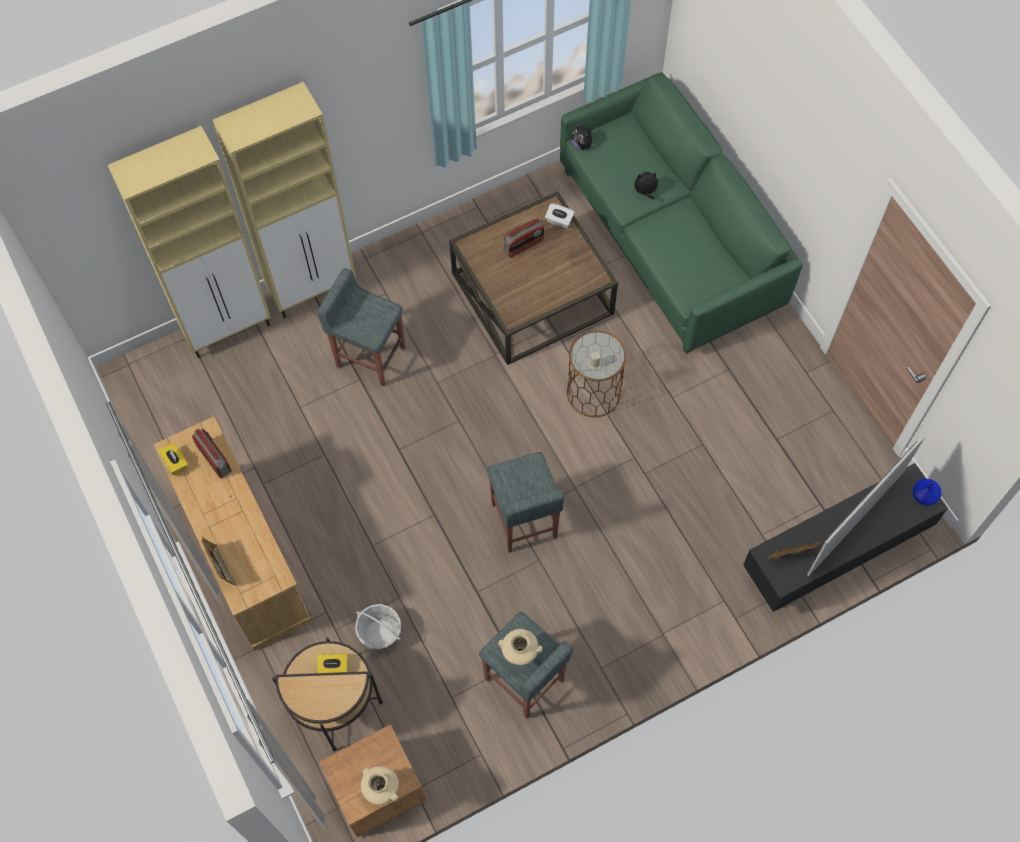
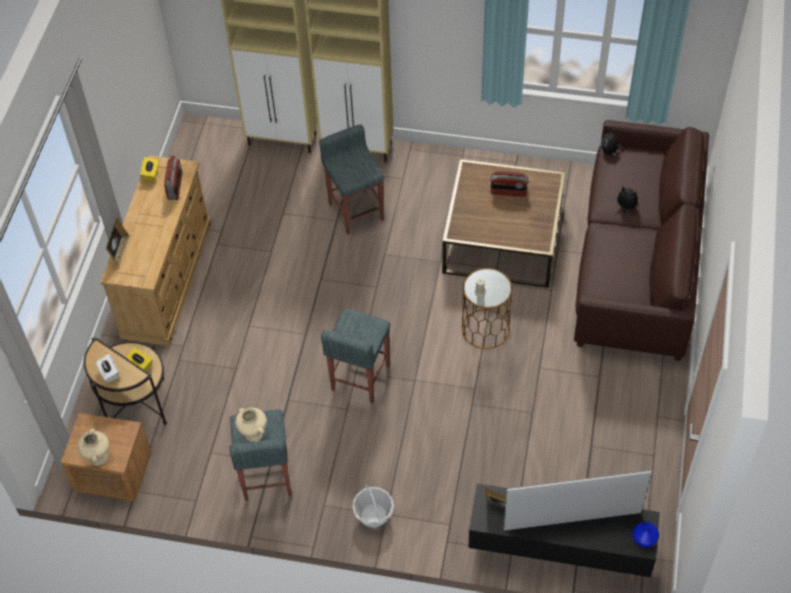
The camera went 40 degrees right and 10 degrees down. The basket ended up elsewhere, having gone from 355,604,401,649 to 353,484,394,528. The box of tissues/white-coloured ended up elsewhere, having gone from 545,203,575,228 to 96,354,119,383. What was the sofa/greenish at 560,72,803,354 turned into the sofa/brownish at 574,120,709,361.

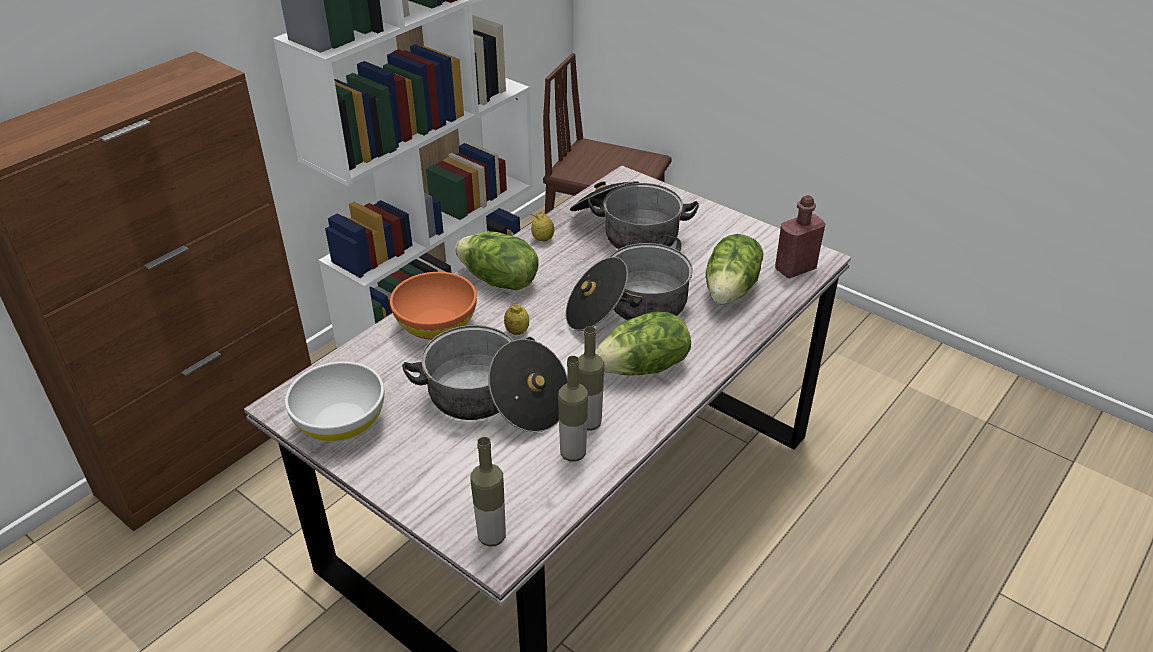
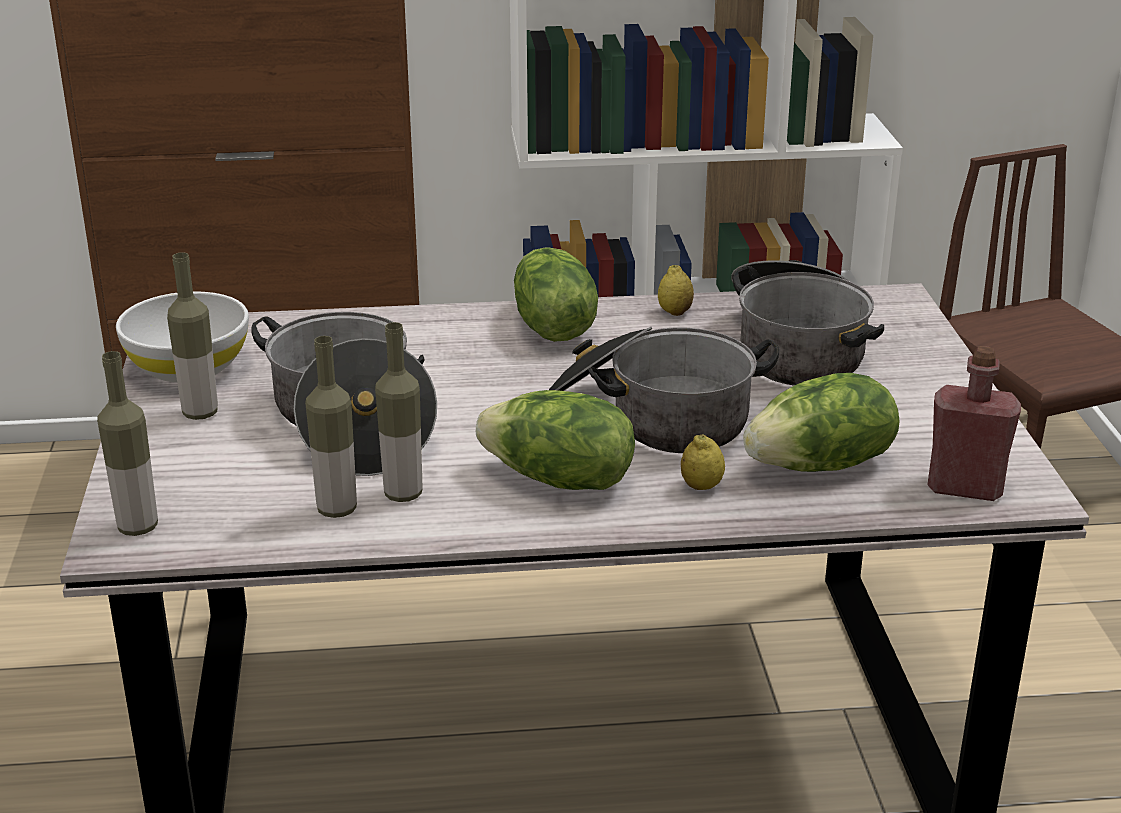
The camera went 45 degrees right and 10 degrees down. The second view lost the deep dish/orange at 390,272,477,340. The second view gained the drink bottle at 167,252,218,420. The citrus fruit ended up elsewhere, having gone from 504,304,529,335 to 681,434,725,490.

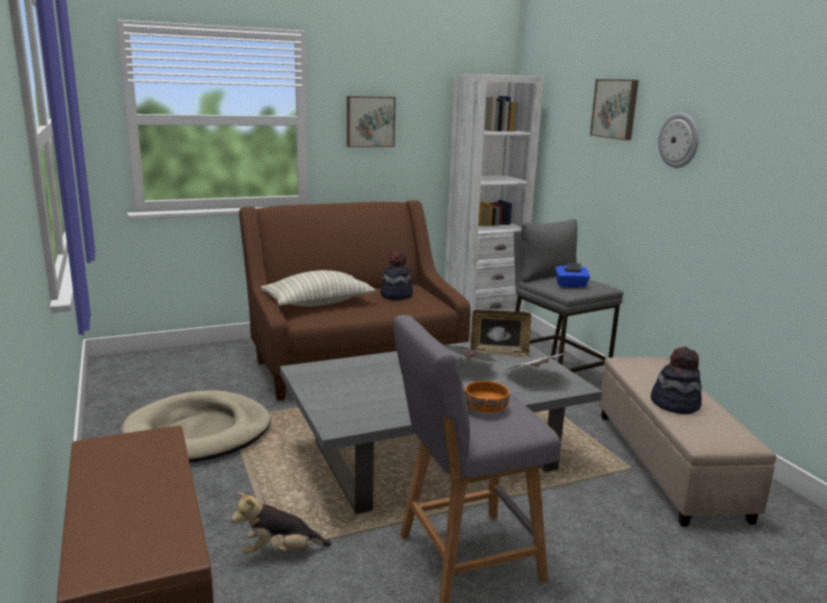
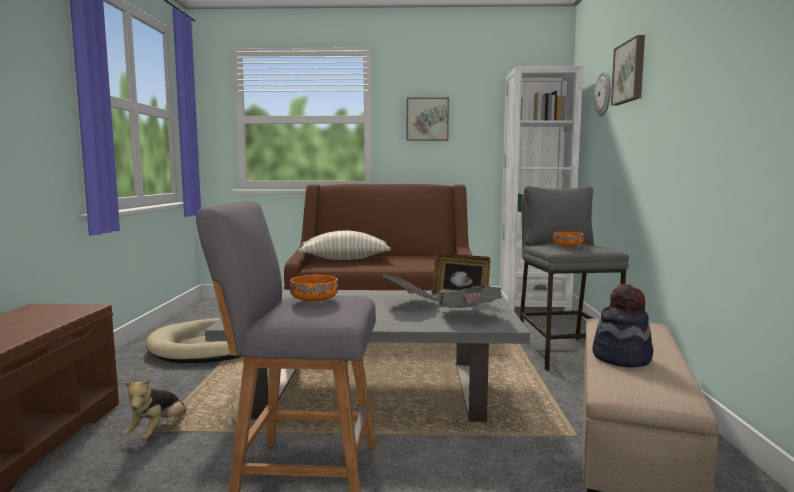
The camera went 25 degrees right and 10 degrees down. The second view lost the clothing hat at 380,251,413,300. The hanging clock ended up elsewhere, having gone from 658,113,699,168 to 594,71,611,116. Where the box of tissues/blue-coloured stood at 555,263,590,288, the deep dish/orange came to stand at 553,232,584,247. The soft toy at 231,492,332,554 ended up facing another way, 90 degrees counterclockwise from before.

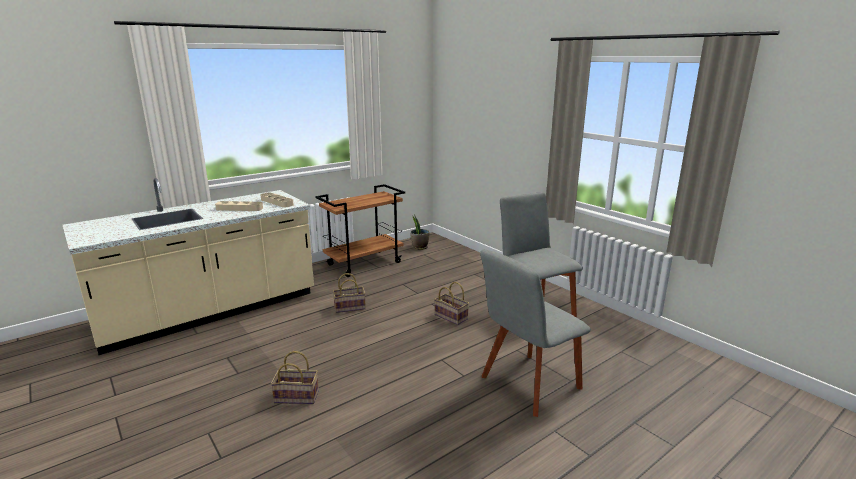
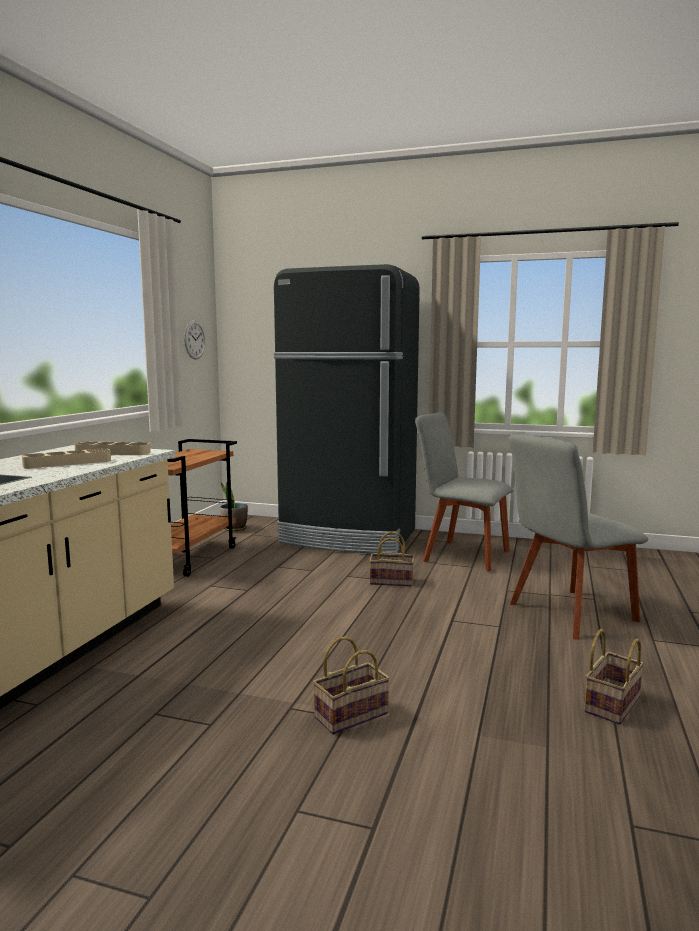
The camera went 35 degrees left and 10 degrees down. The second view gained the hanging clock at 184,320,205,360. The second view gained the kitchen fridge/black at 274,264,420,553. The basket ended up elsewhere, having gone from 333,273,366,313 to 584,629,644,724. The upright chair/grey at 480,249,591,417 ended up facing another way, 45 degrees clockwise from before.

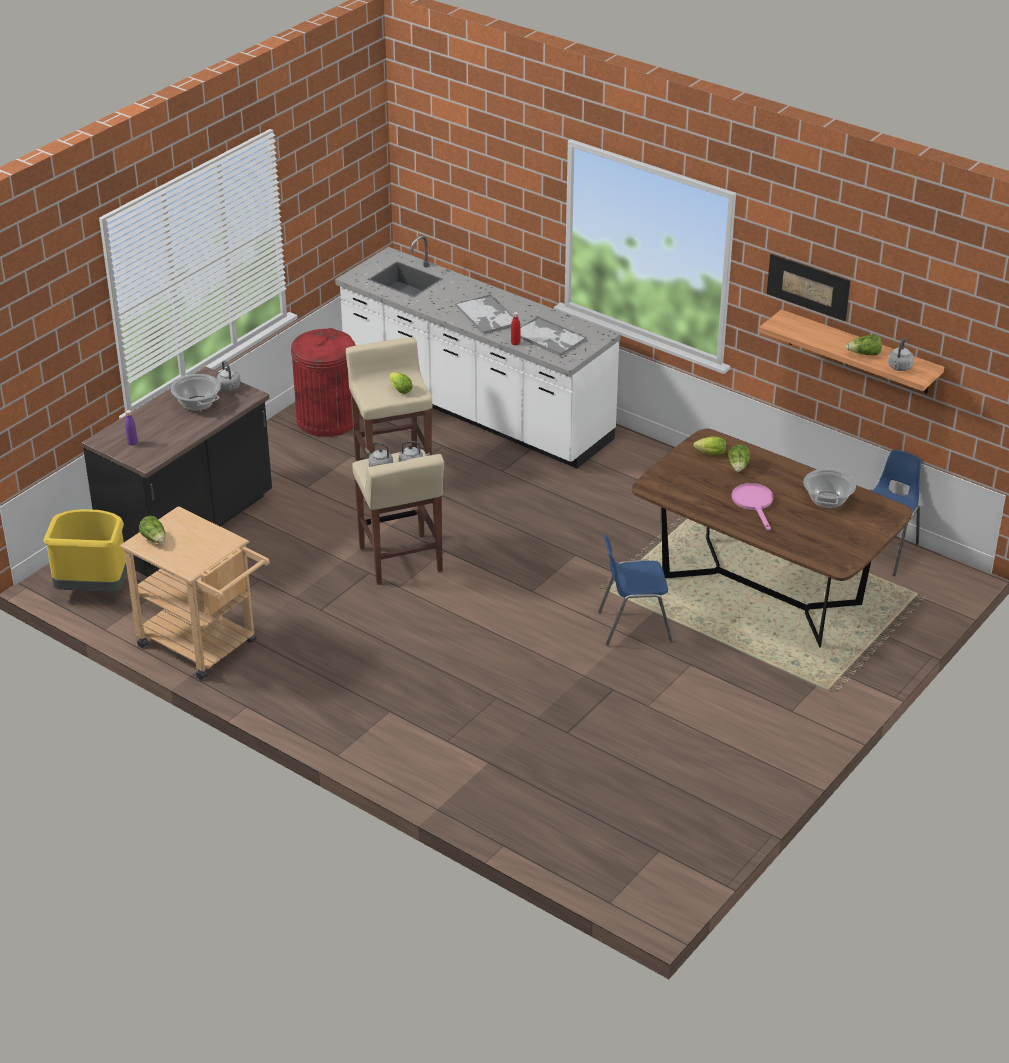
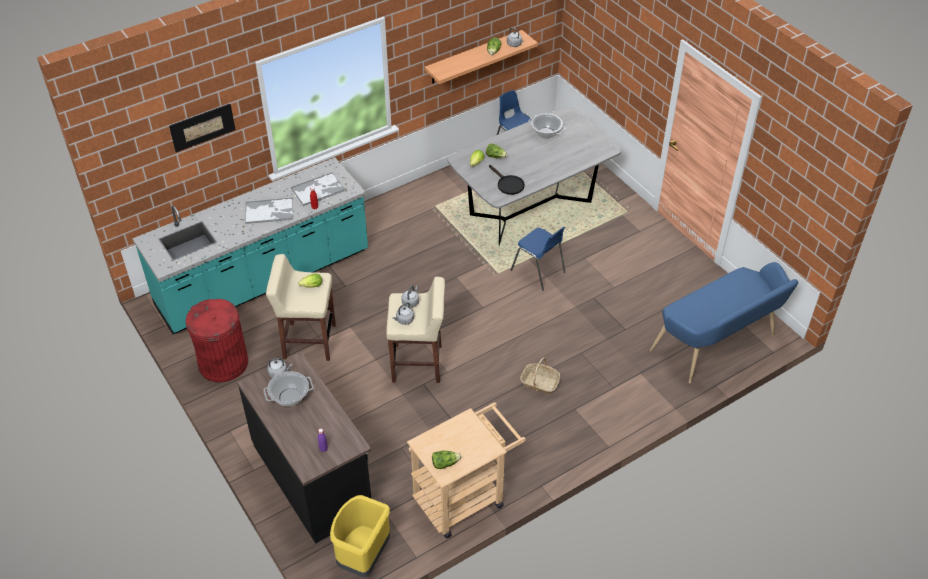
The camera went 70 degrees left and 10 degrees up. The second view lost the skillet/pink-coloured at 732,483,773,530. The second view gained the skillet/black at 489,165,525,195. The second view gained the basket at 520,357,560,395. The second view gained the bench/blue-coloured at 650,262,798,383. The wall art ended up elsewhere, having gone from 767,254,851,321 to 169,104,236,152. What was the kitchen base unit/white-coloured at 335,235,621,469 turned into the kitchen base unit/blue-green at 132,157,368,334. What was the dinner table/brownish at 632,429,912,648 turned into the dinner table/grey at 448,107,621,245. The upright chair/blue-coloured at 598,535,673,646 ended up facing another way, 60 degrees counterclockwise from before.

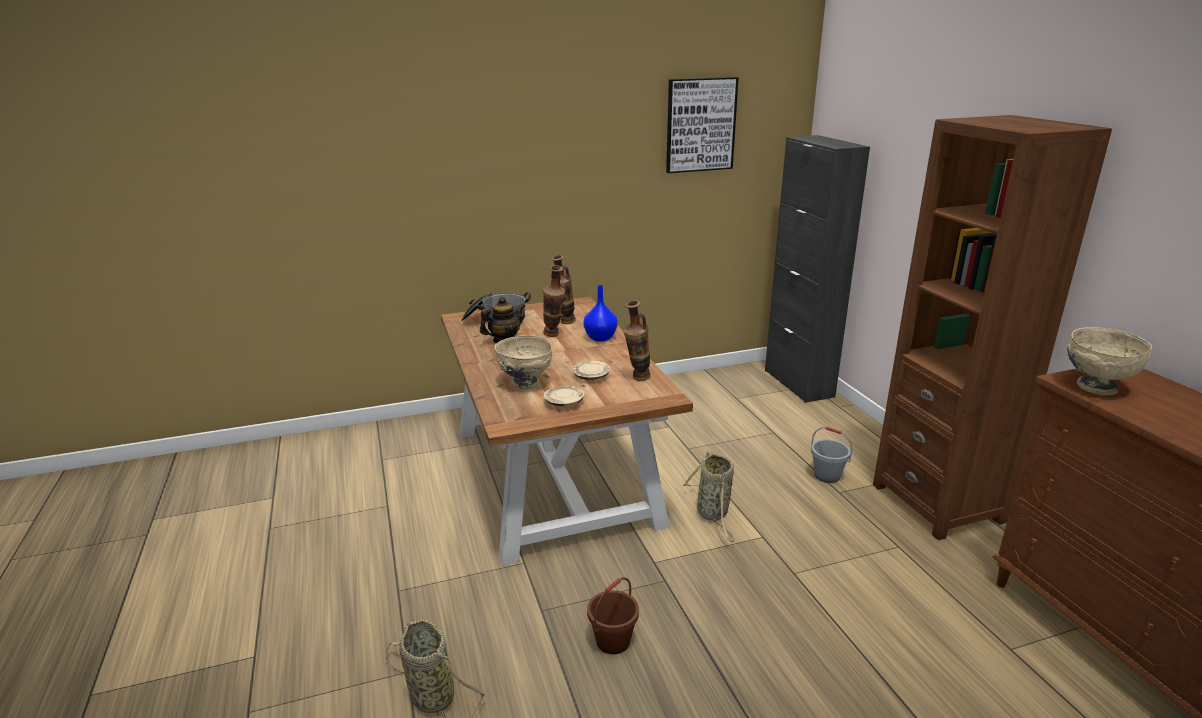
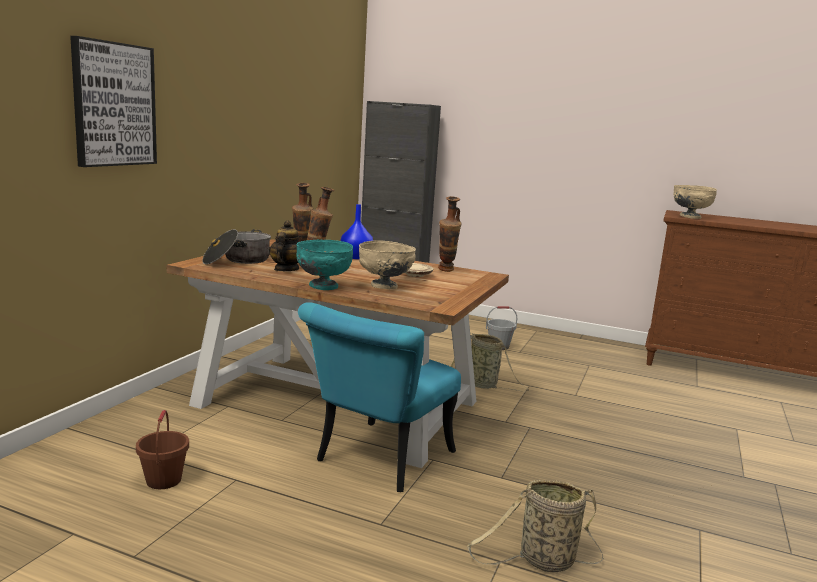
The camera went 50 degrees left and 10 degrees down. The second view lost the dinner plate/sand-coloured at 544,386,584,407. The second view lost the bookshelf/brownish at 873,115,1112,540. The second view gained the deep dish/blue-green at 296,240,353,290. The second view gained the upright chair/blue-green at 298,302,461,492. The water bucket/brownish ended up elsewhere, having gone from 587,577,639,654 to 136,410,189,489. The wall art ended up elsewhere, having gone from 666,77,739,173 to 70,36,157,167.

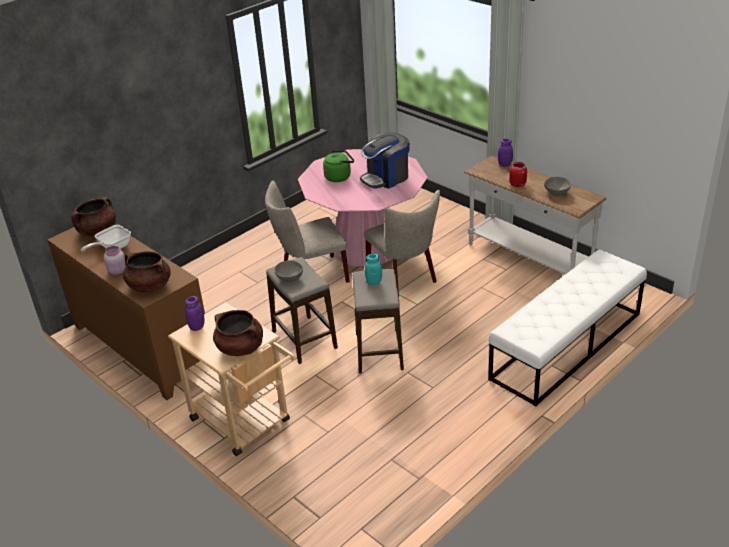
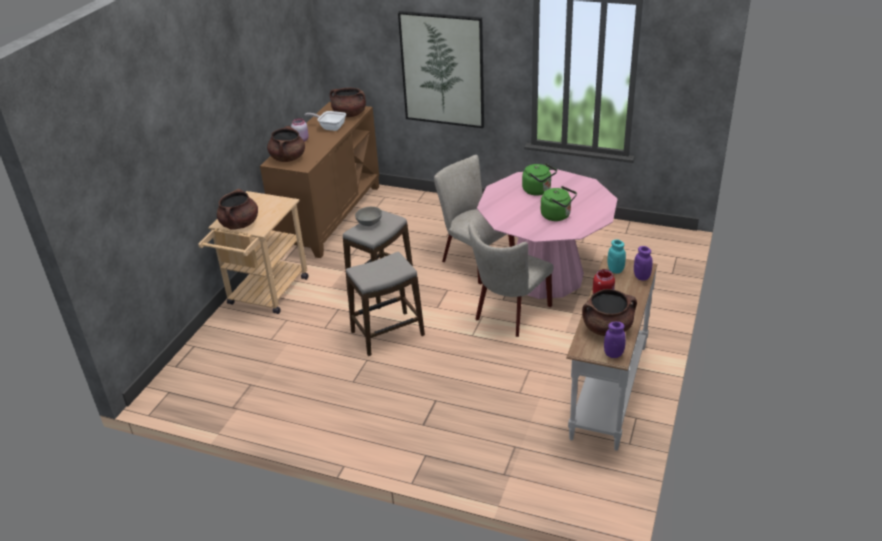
The camera went 65 degrees right and 0 degrees up. The second view lost the bench/white-coloured at 488,249,647,406. The second view gained the wall art at 398,11,484,128. The preserve jar/purple-coloured ended up elsewhere, having gone from 185,296,205,331 to 604,322,626,358. The preserve jar/blue-green ended up elsewhere, having gone from 365,254,382,285 to 607,239,626,274. Where the coffee brewer stood at 360,132,410,189, the kettle/greenish came to stand at 541,186,577,221. Where the deep dish/grey stood at 545,177,571,196, the saucepot/brownish came to stand at 582,289,637,336.

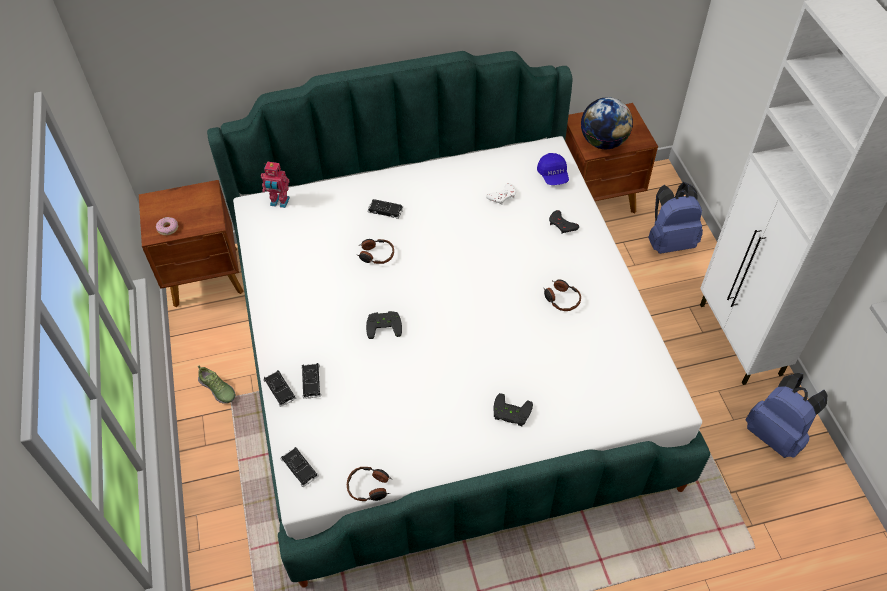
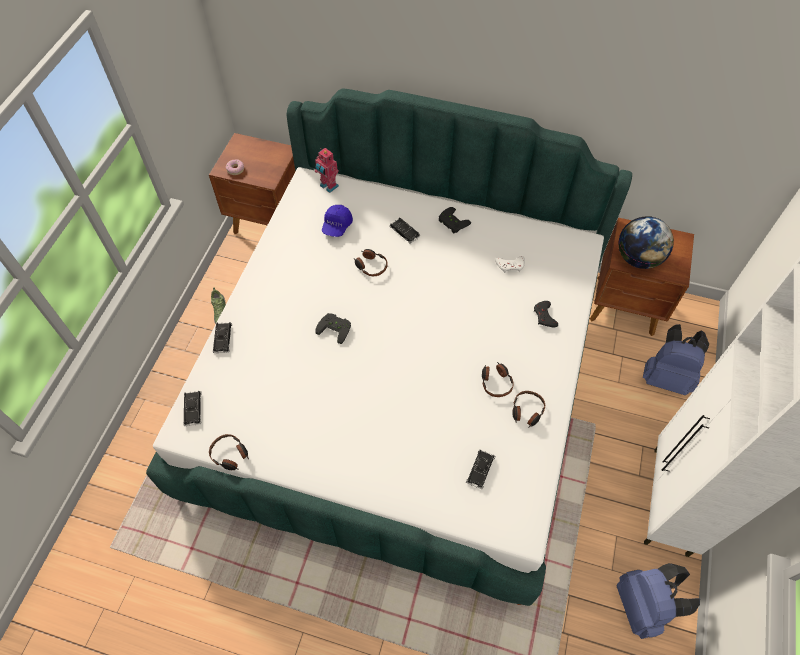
The camera went 30 degrees right and 5 degrees up. The second view gained the headphones at 512,391,545,427. The miniature car/black ended up elsewhere, having gone from 301,363,321,399 to 466,449,495,489. The gamepad/black ended up elsewhere, having gone from 494,393,533,426 to 439,207,471,233. The cap/blue-coloured ended up elsewhere, having gone from 537,153,569,185 to 322,205,353,237.

